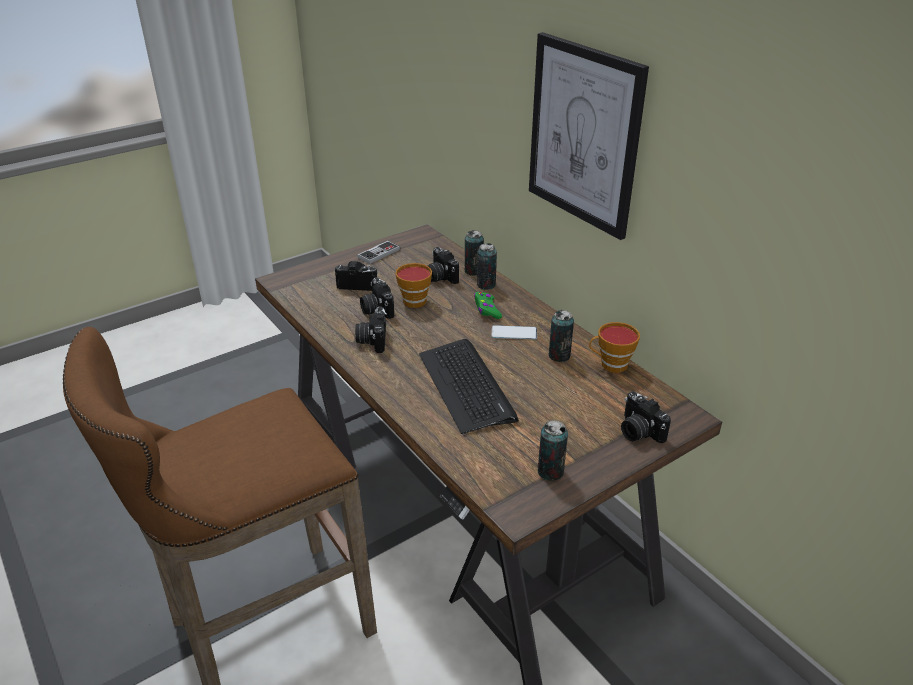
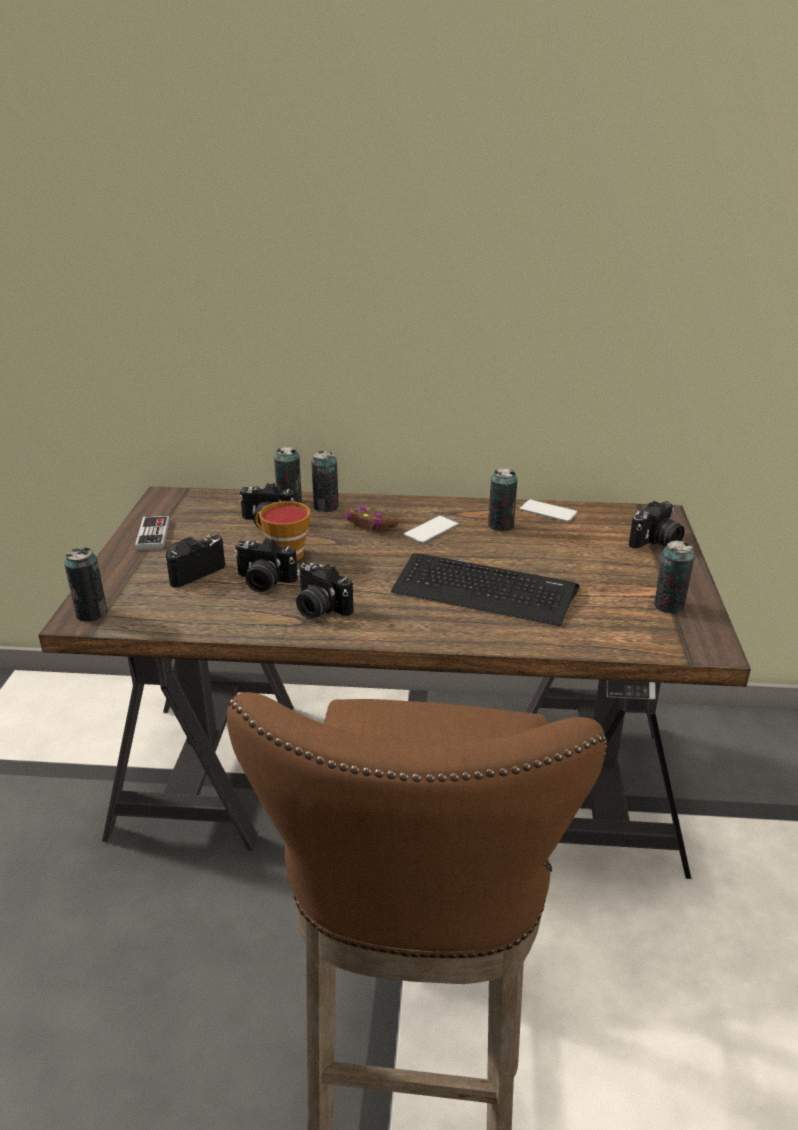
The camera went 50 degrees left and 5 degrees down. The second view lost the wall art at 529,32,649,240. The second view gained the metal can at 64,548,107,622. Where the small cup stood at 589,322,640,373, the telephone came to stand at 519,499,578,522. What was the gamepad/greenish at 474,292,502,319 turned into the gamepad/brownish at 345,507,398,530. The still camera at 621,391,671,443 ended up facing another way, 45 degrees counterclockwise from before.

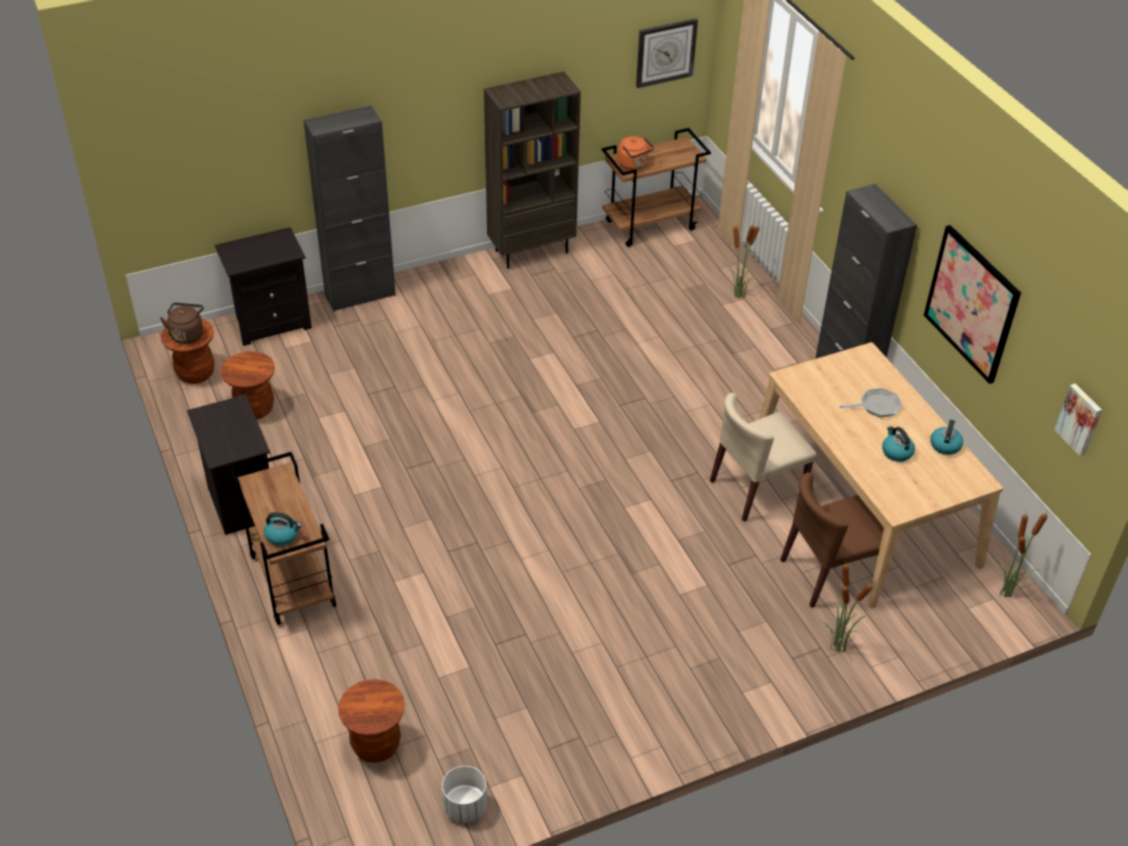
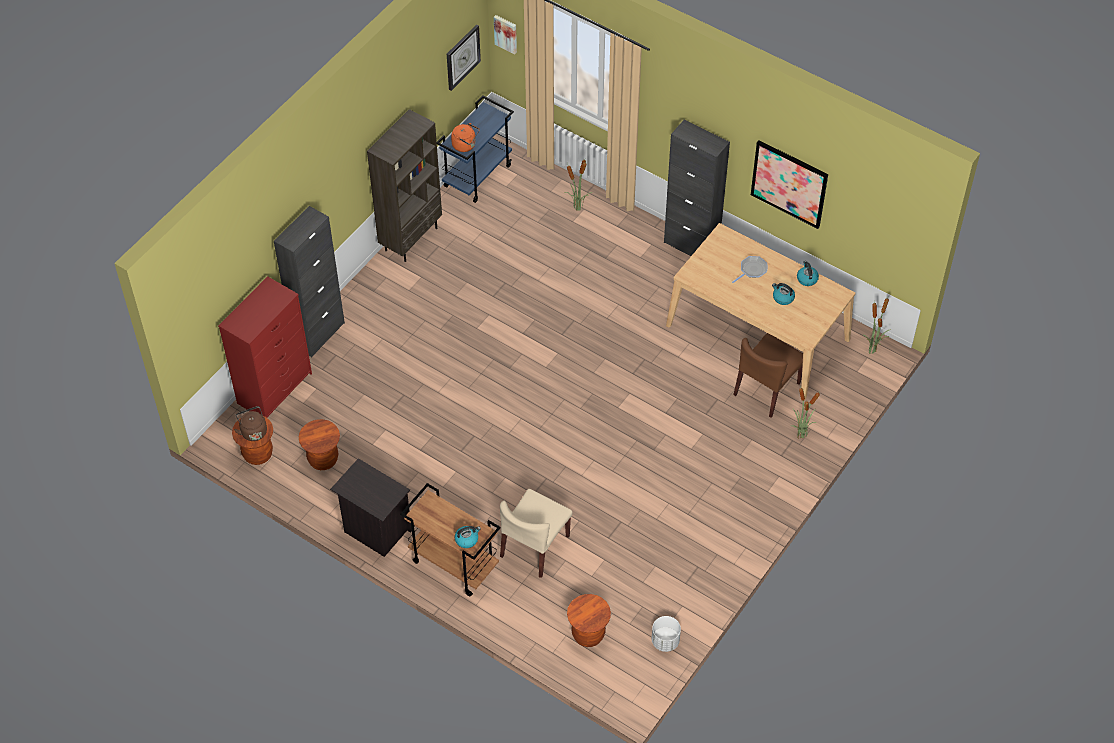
The camera went 30 degrees left and 10 degrees up. The upright chair/sand-coloured ended up elsewhere, having gone from 710,393,817,522 to 500,489,573,578. The wall art ended up elsewhere, having gone from 1054,384,1102,456 to 494,15,517,54. Where the bedside table/black stood at 215,227,312,346, the dresser/red came to stand at 218,276,312,418. What was the trolley/brownish at 602,128,711,247 turned into the trolley/blue-coloured at 437,95,514,203.

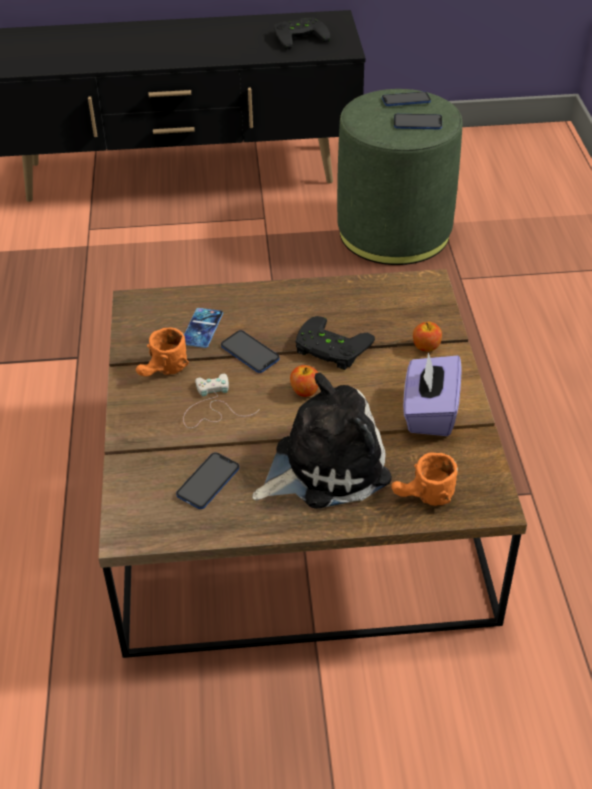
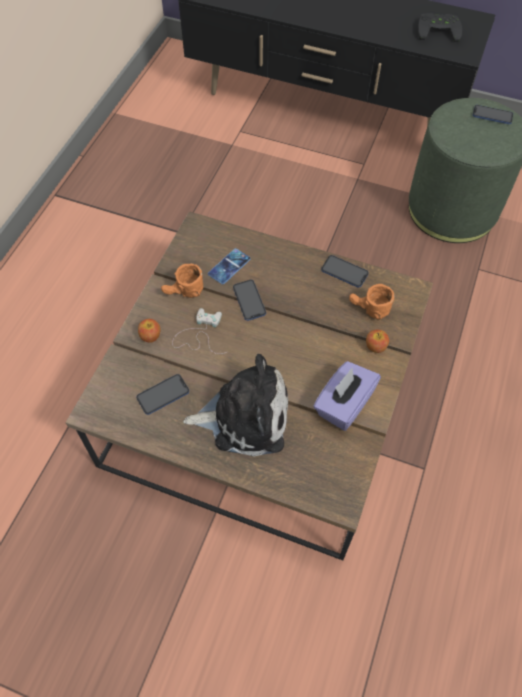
The camera went 25 degrees right and 15 degrees up. The second view lost the gamepad/black at 296,316,375,370. The apple ended up elsewhere, having gone from 290,365,318,397 to 138,319,161,343. The mug/orange ended up elsewhere, having gone from 391,452,458,506 to 349,284,395,320. The telephone ended up elsewhere, having gone from 394,114,442,129 to 321,255,369,288.

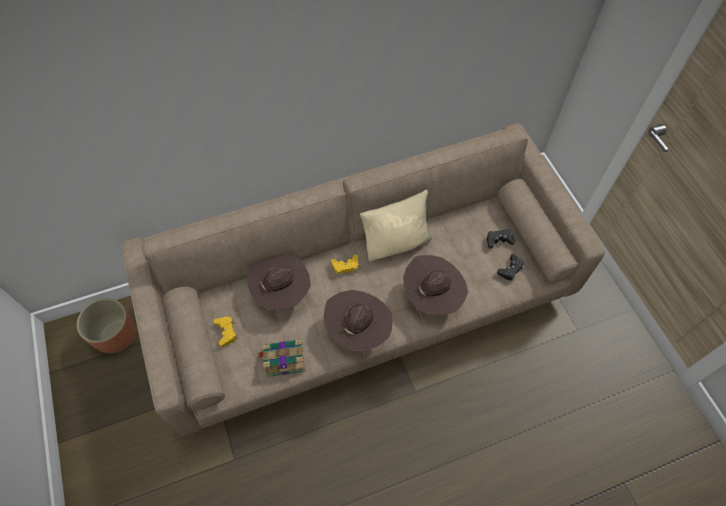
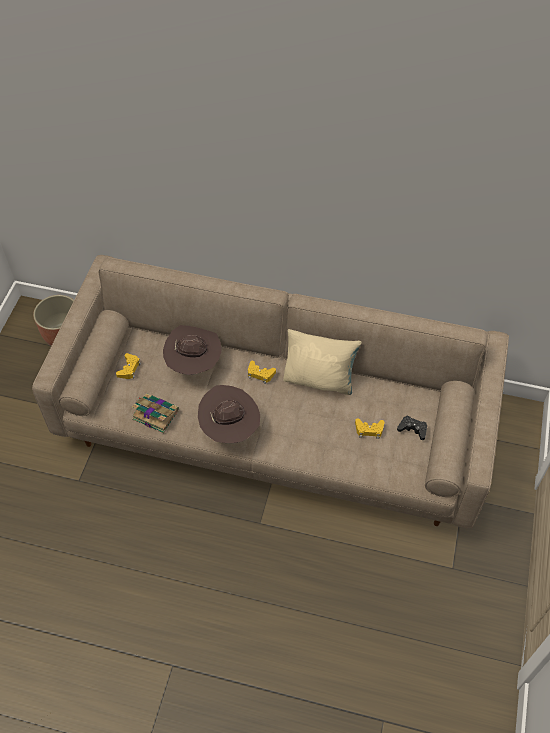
The camera went 35 degrees right and 5 degrees down. The second view lost the clothing hat/brownish at 403,255,468,315. The second view lost the gamepad/black at 497,254,524,281. The second view gained the gamepad/yellow-coloured at 355,418,385,439.

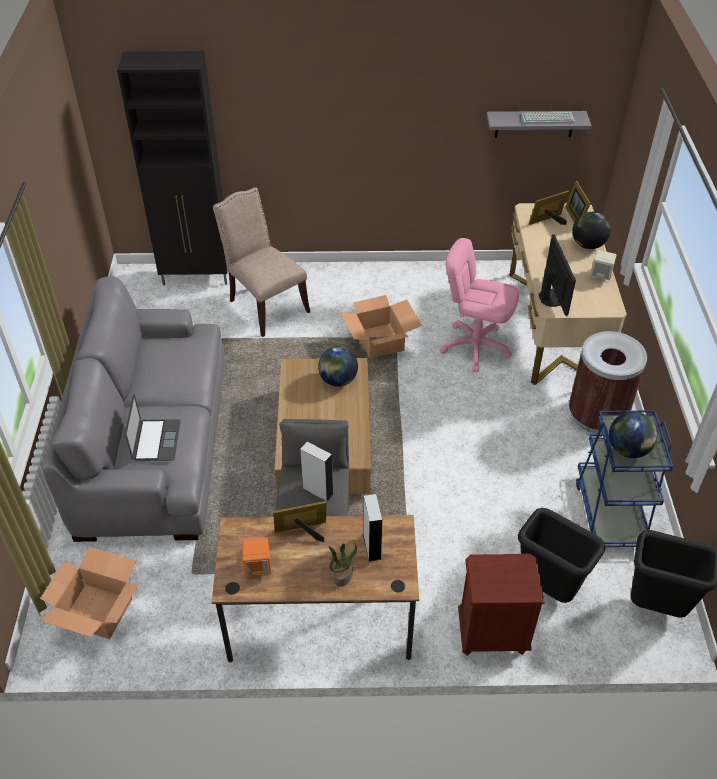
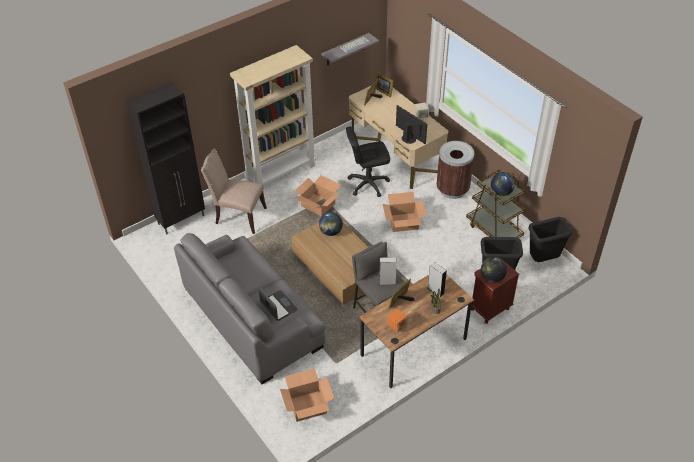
The camera went 35 degrees left and 0 degrees up. The second view gained the bookshelf/sand-coloured at 230,45,316,185. The second view gained the carton at 382,192,426,232. The world globe ended up elsewhere, having gone from 572,212,611,249 to 481,257,507,283. What was the computer chair/pink-coloured at 440,238,519,372 turned into the computer chair/black at 346,126,390,197. What was the trolley/blue-coloured at 576,410,673,547 turned into the trolley/brownish at 466,170,526,238.

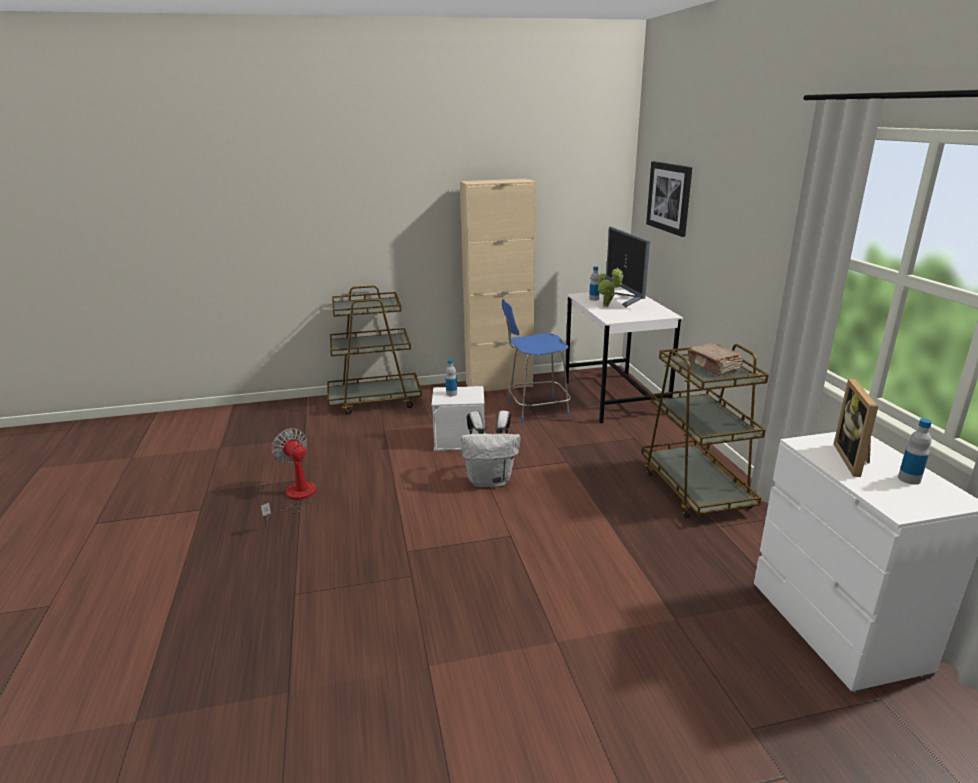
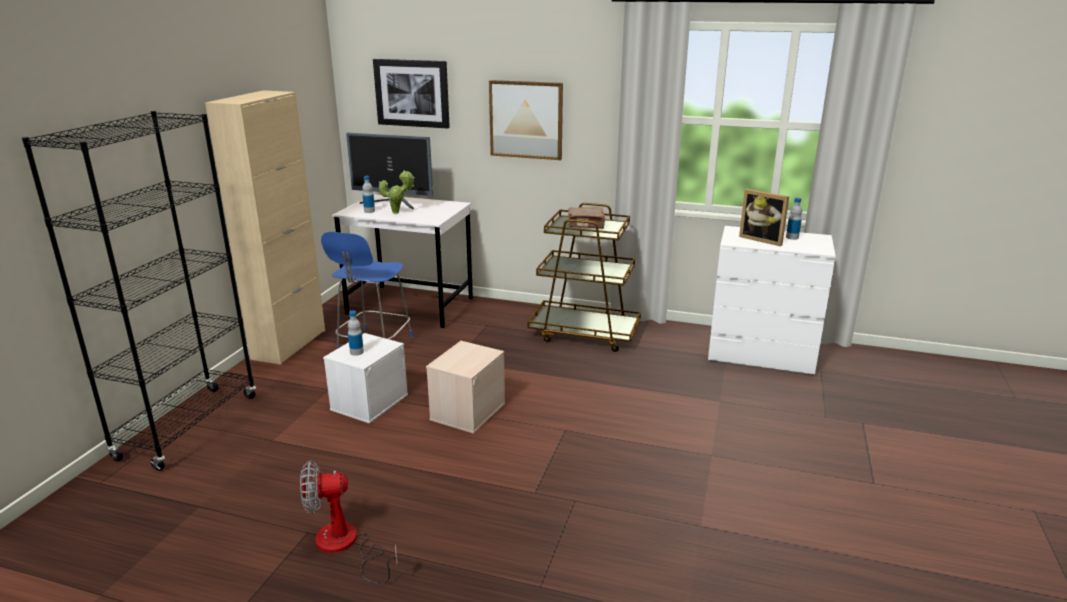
The camera went 60 degrees left and 0 degrees up. The second view gained the wall art at 489,80,563,160. Where the trolley/brownish stood at 327,285,422,415, the bookshelf/black came to stand at 22,111,256,471. Where the rucksack/white-coloured stood at 461,411,521,488, the storage container/sand-coloured came to stand at 426,341,505,434.

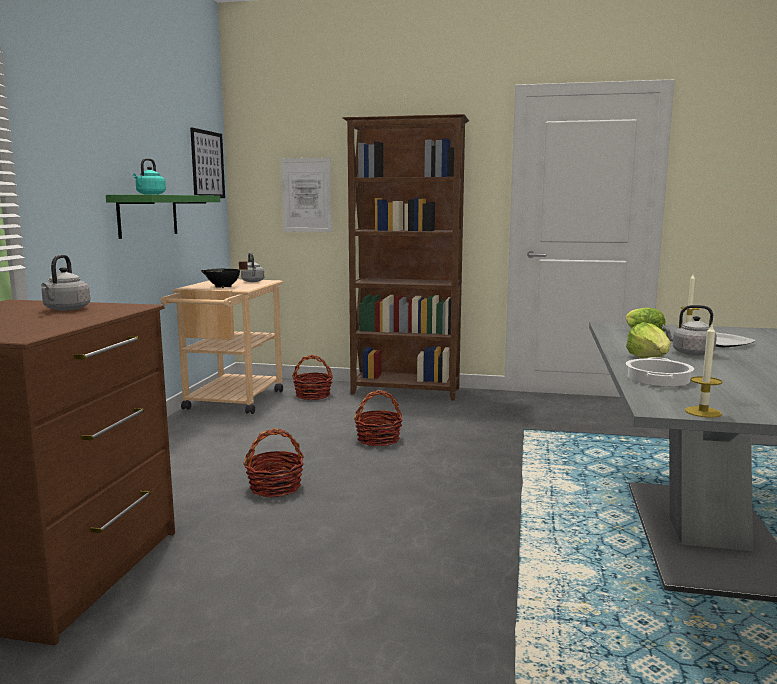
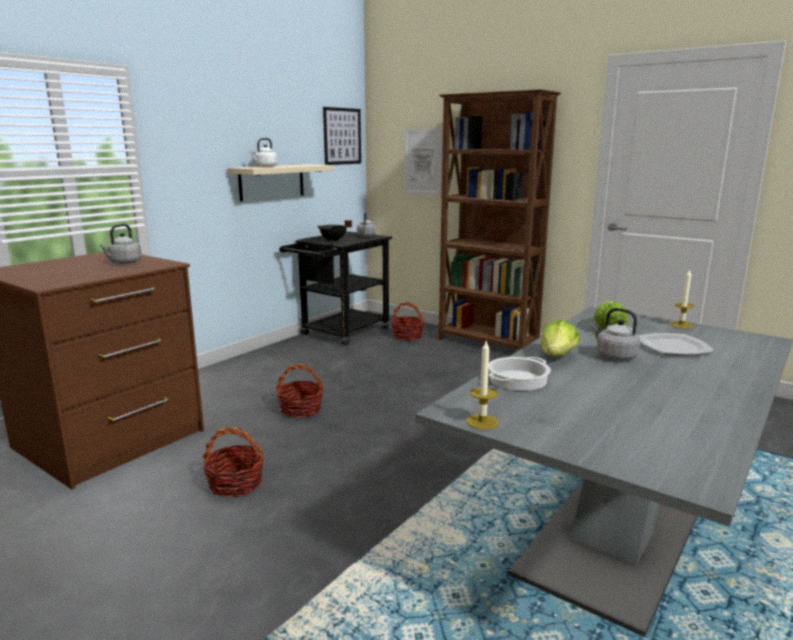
The camera went 25 degrees right and 5 degrees up. The basket ended up elsewhere, having gone from 354,390,403,446 to 203,427,264,498. What was the bracket shelf/greenish at 106,195,220,239 turned into the bracket shelf/sand-coloured at 227,164,335,201. What was the kettle/blue-green at 133,158,166,195 turned into the kettle/white-coloured at 250,138,278,167. What was the trolley/sand-coloured at 161,279,283,414 turned into the trolley/black at 279,231,392,346.

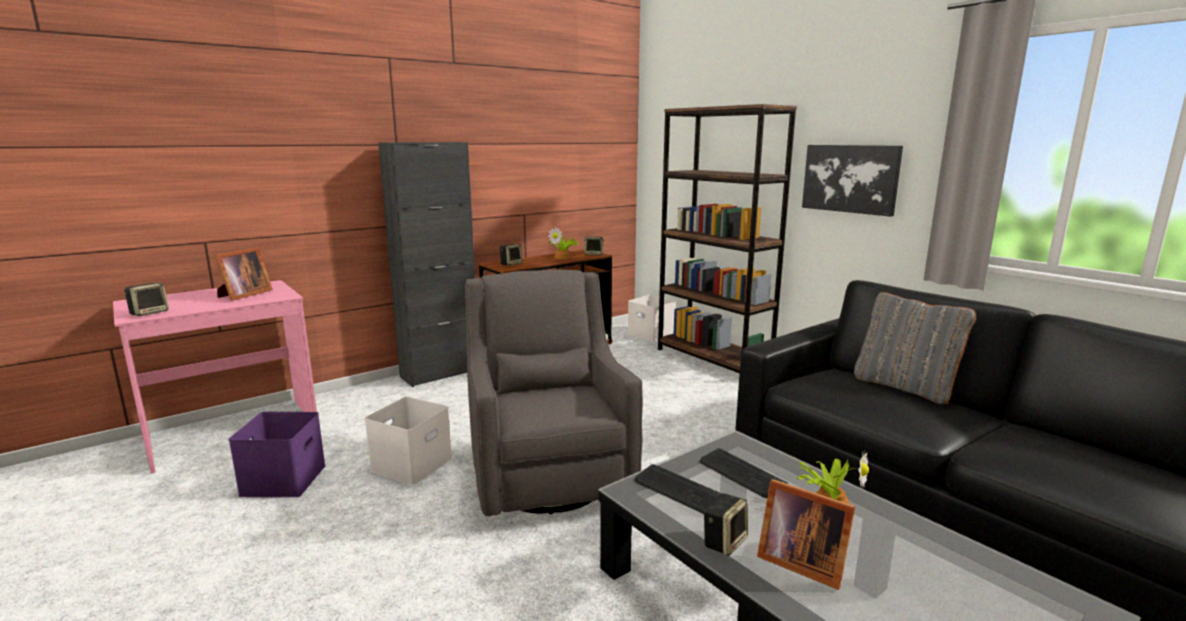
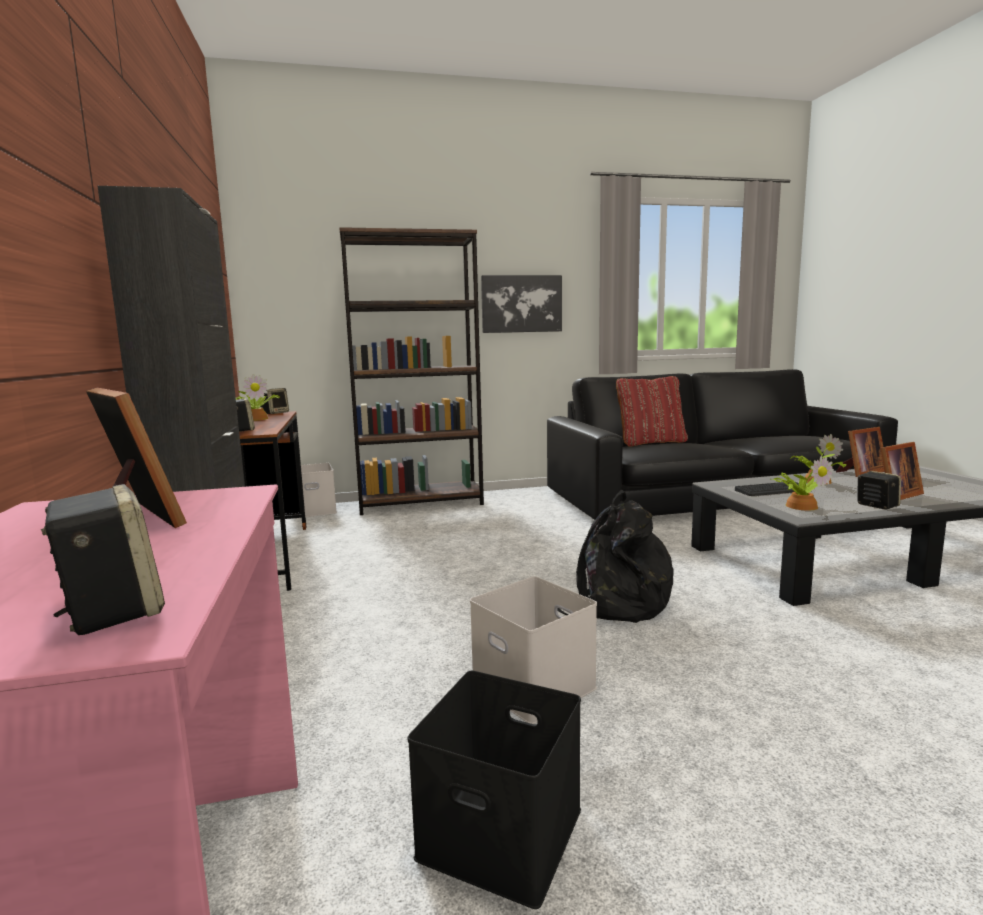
The camera went 65 degrees left and 5 degrees down. The second view gained the standing frame at 836,427,884,477. Where the lounge chair/grey stood at 465,270,643,516, the rucksack/black came to stand at 557,489,674,623. Where the PC keyboard stood at 635,464,722,514, the houseplant came to stand at 770,456,834,510. What was the storage container/purple-coloured at 229,412,326,497 turned into the storage container/black at 408,671,581,909. What was the cushion/grey at 854,292,976,404 turned into the cushion/red at 616,376,688,447.

